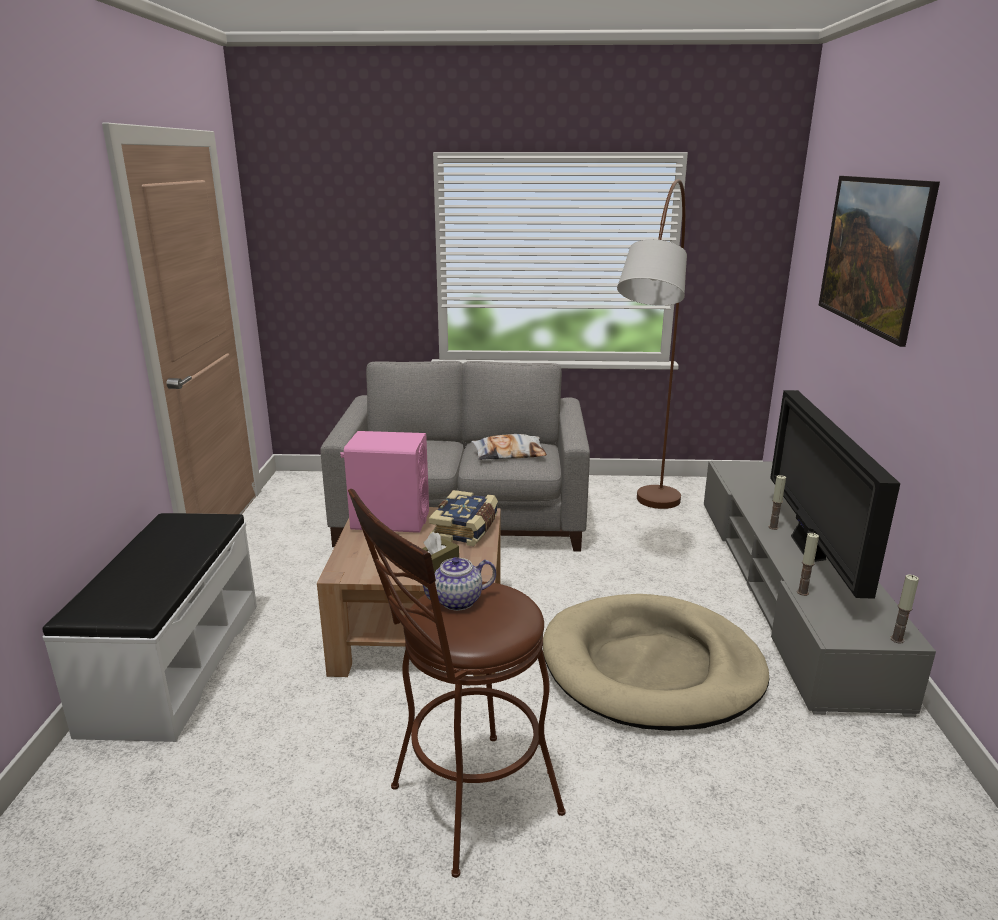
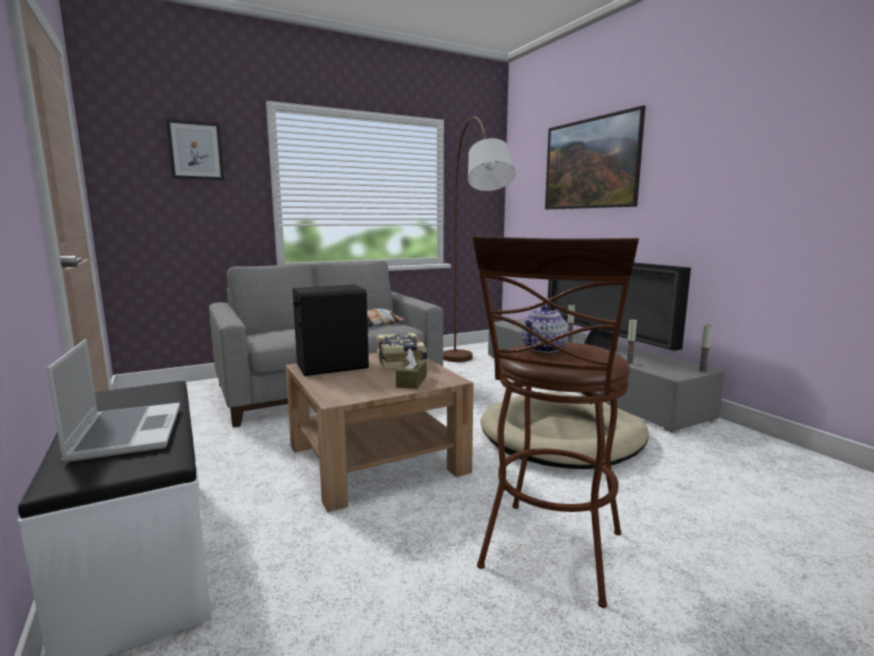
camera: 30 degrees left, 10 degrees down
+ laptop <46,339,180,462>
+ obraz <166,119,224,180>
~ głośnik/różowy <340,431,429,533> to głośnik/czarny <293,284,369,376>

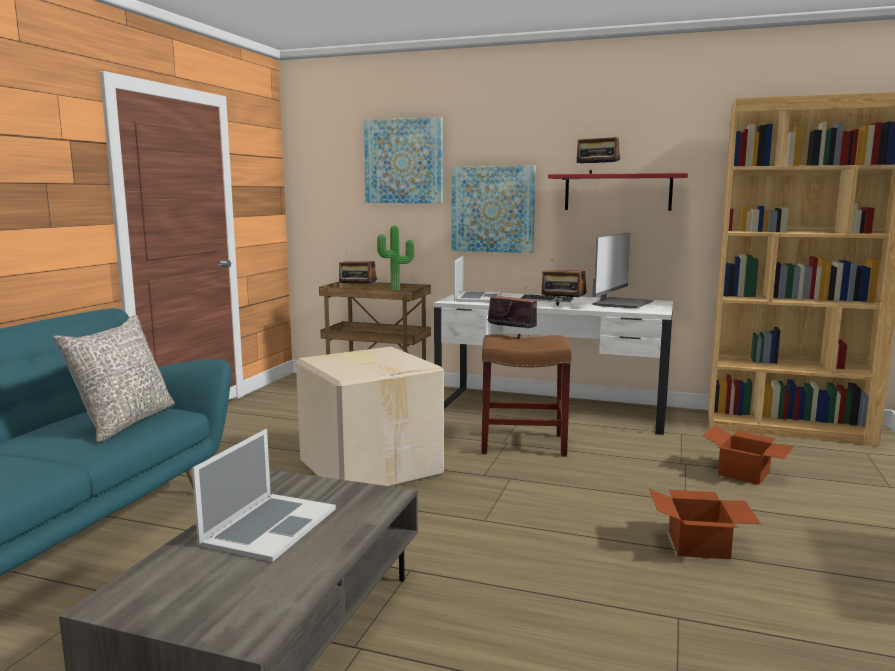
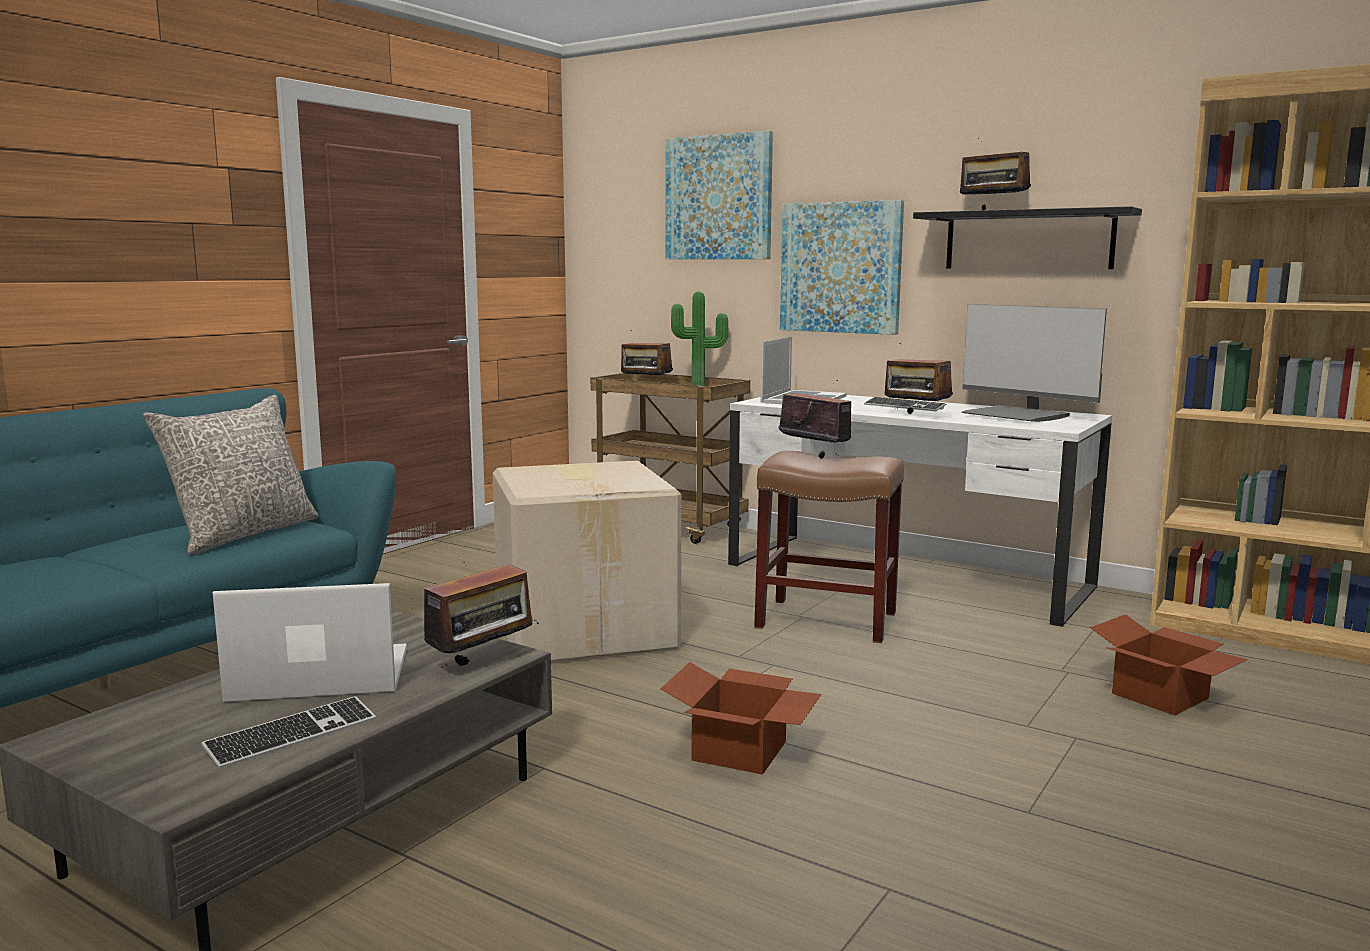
camera: 15 degrees right, 0 degrees up
+ klawiatura <201,696,376,769>
~ laptop <192,429,336,562> = <213,583,407,702> 135 degrees counterclockwise
+ radio <412,562,539,668>
~ karton <649,488,761,559> to <661,662,822,775>
~ półka/czerwony <548,173,688,211> to półka/czarny <913,206,1142,269>
~ monitor <592,233,655,308> = <962,304,1107,422> 90 degrees clockwise

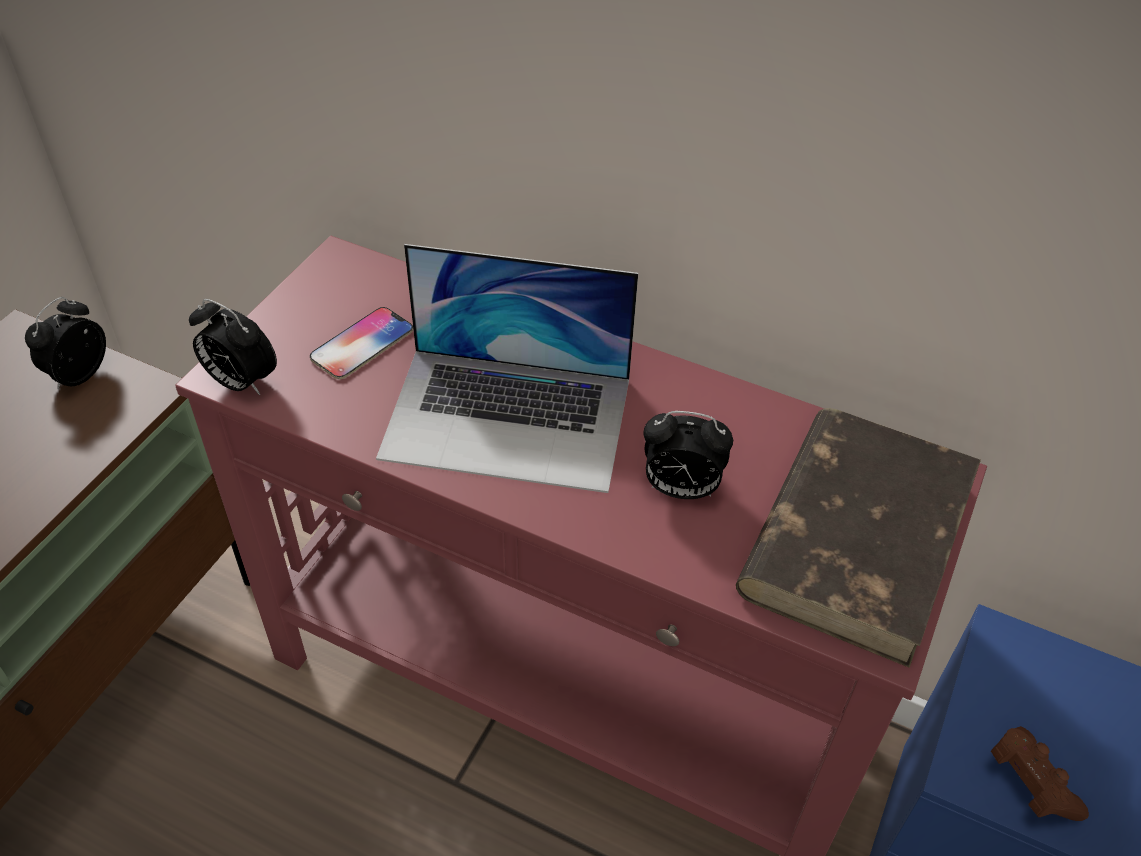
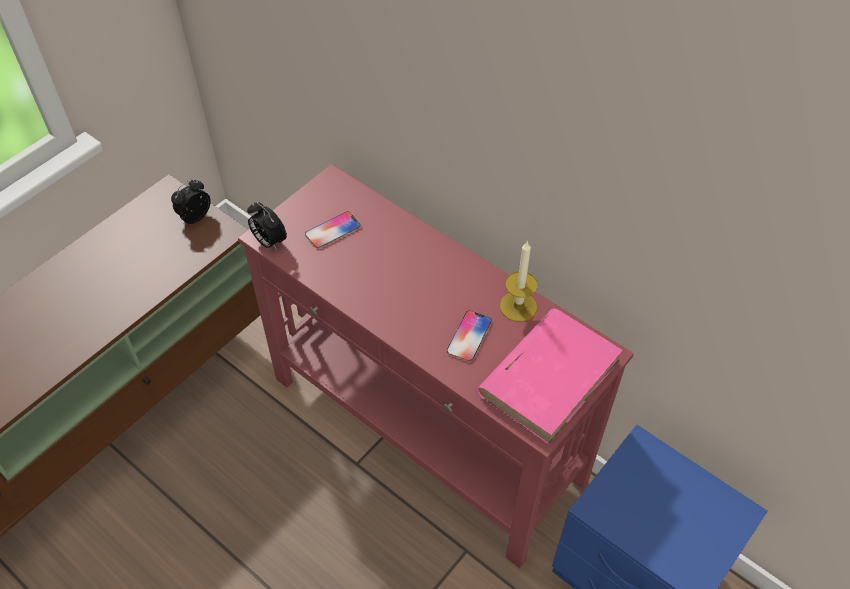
camera: 15 degrees right, 5 degrees up
~ budzik <644,411,733,499> to telefon <447,311,492,362>
~ książka/brązowy <736,408,981,668> to książka/różowy <477,308,623,445>
+ świeca <500,241,538,322>
- laptop <376,244,638,493>
- pad do gier/brązowy <991,726,1089,821>

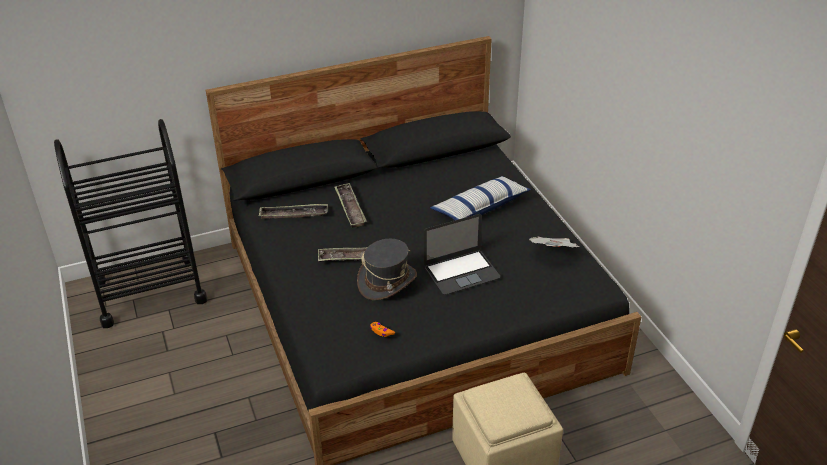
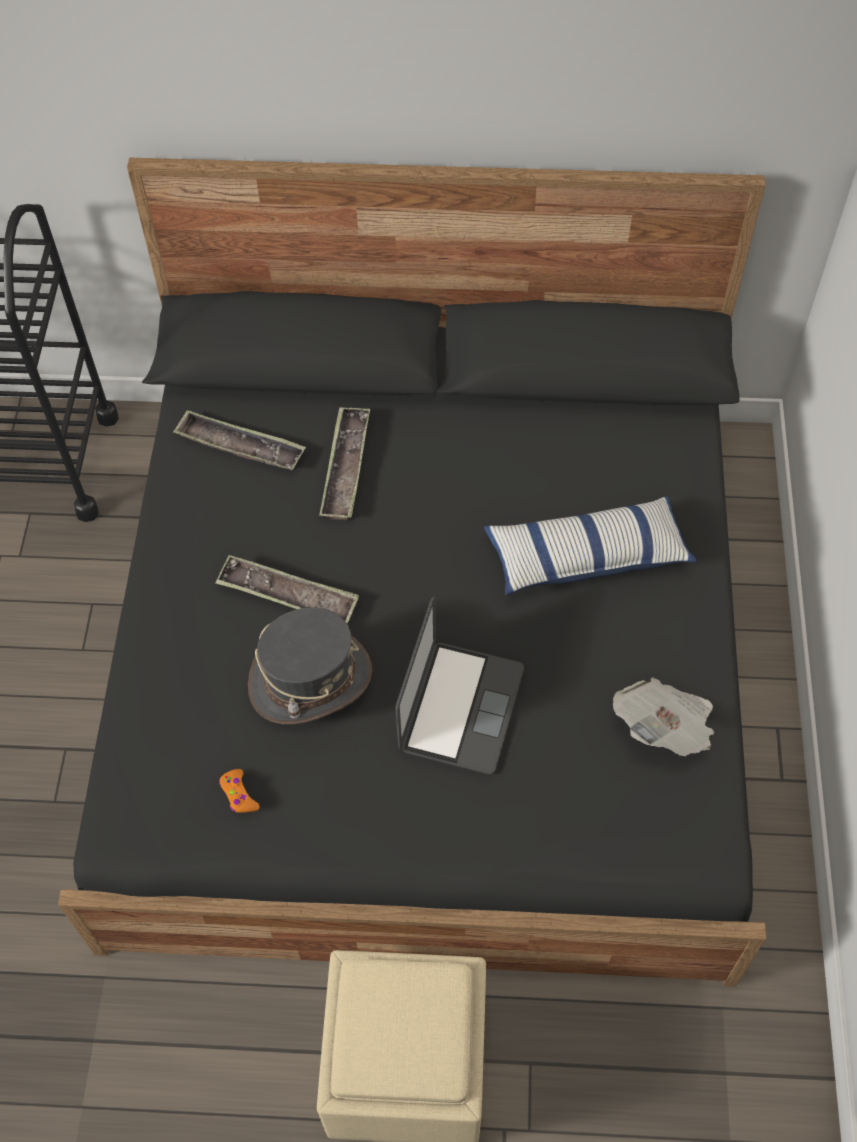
camera: 25 degrees right, 20 degrees up
~ laptop <424,214,501,295> = <395,597,524,774> 75 degrees counterclockwise

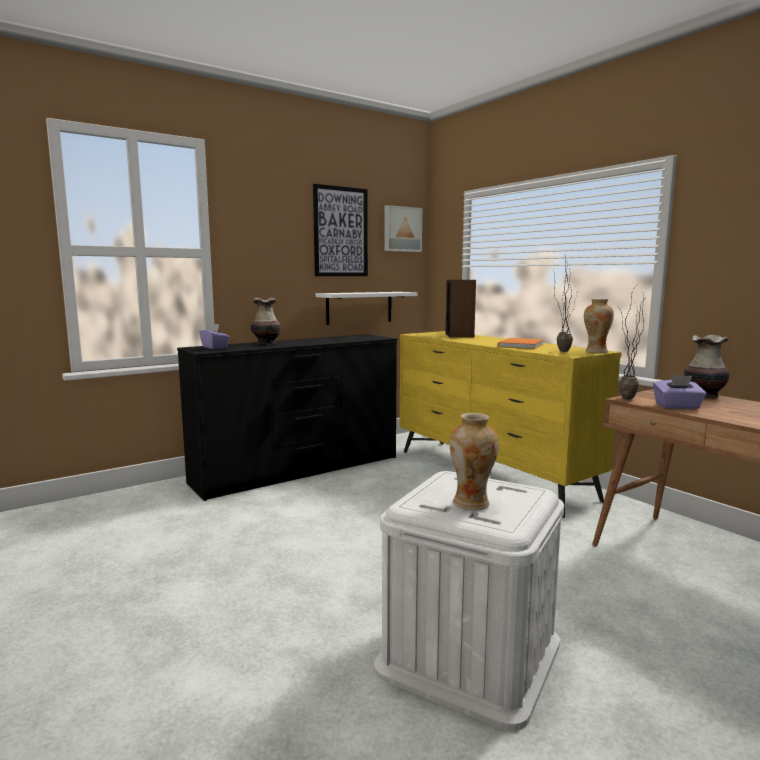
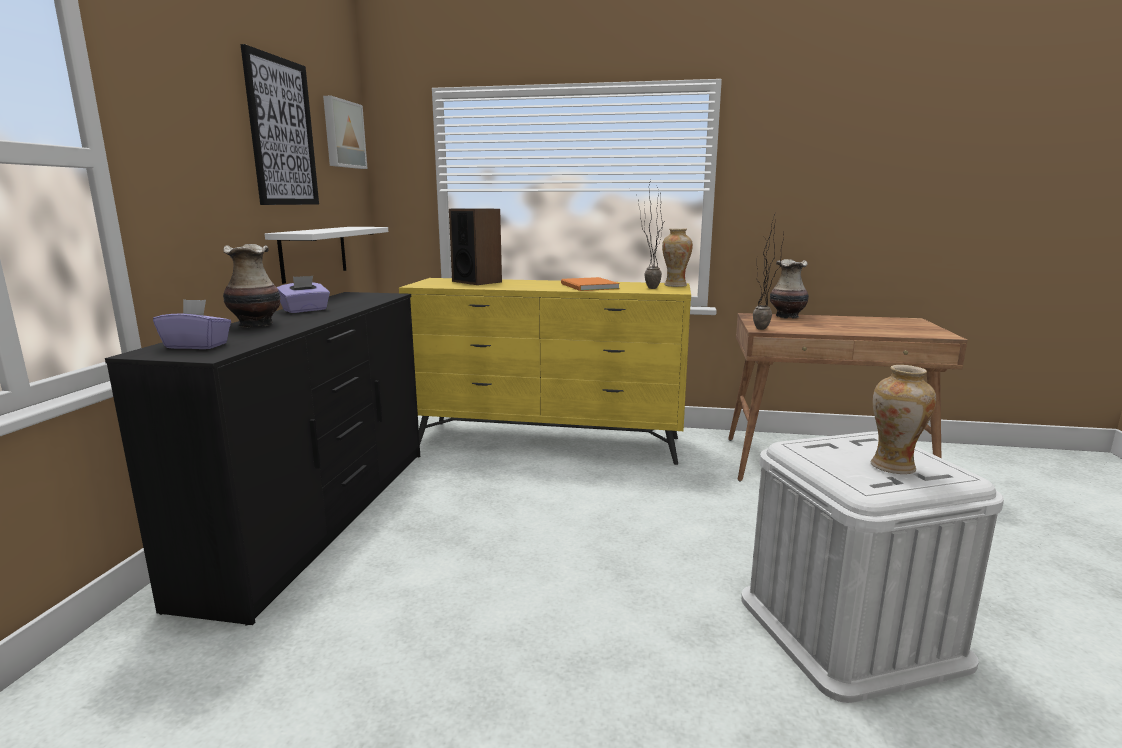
camera: 45 degrees left, 5 degrees up
~ pudełko chusteczek/fioletowy <653,375,706,409> to <277,276,330,313>

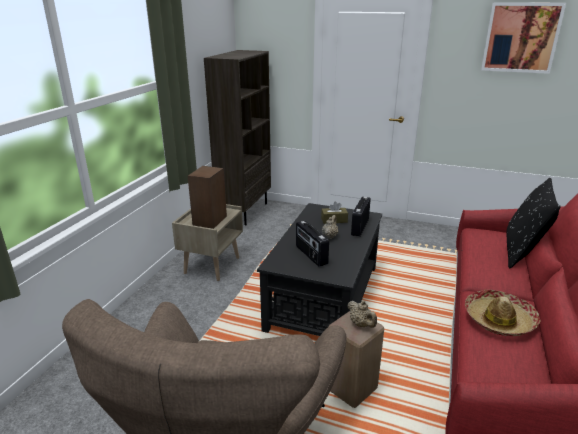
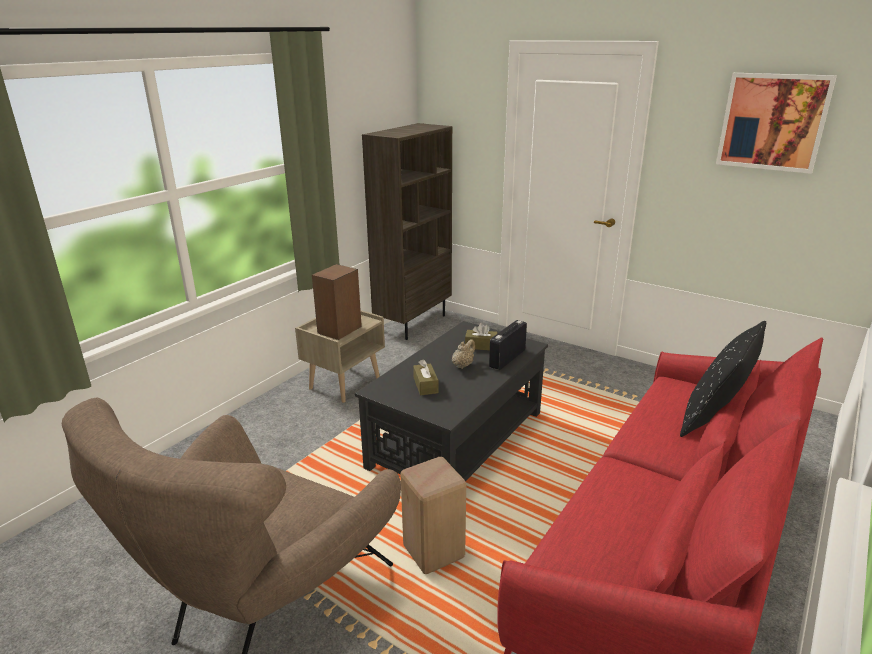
camera: 15 degrees right, 0 degrees up
~ radio <296,221,329,267> to pudełko chusteczek/brązowy <413,359,439,395>
- imbryk/beżowy <347,300,377,328>
- kapelusz <465,290,541,336>

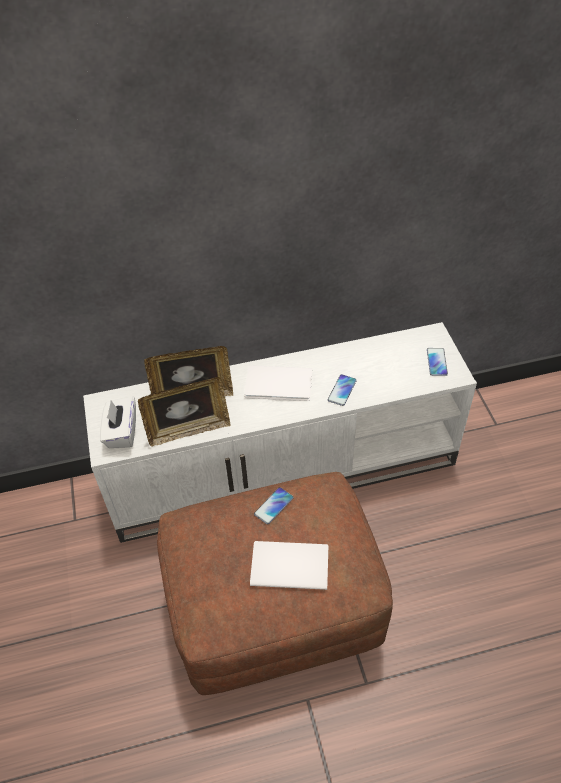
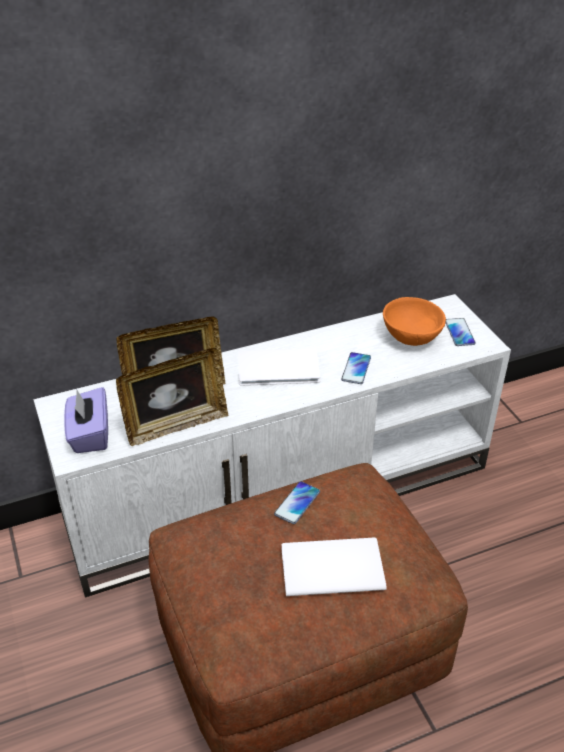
camera: 10 degrees left, 10 degrees down
~ pudełko chusteczek/biały <100,396,136,448> to pudełko chusteczek/fioletowy <64,387,108,453>
+ miska/pomarańczowy <383,297,446,346>

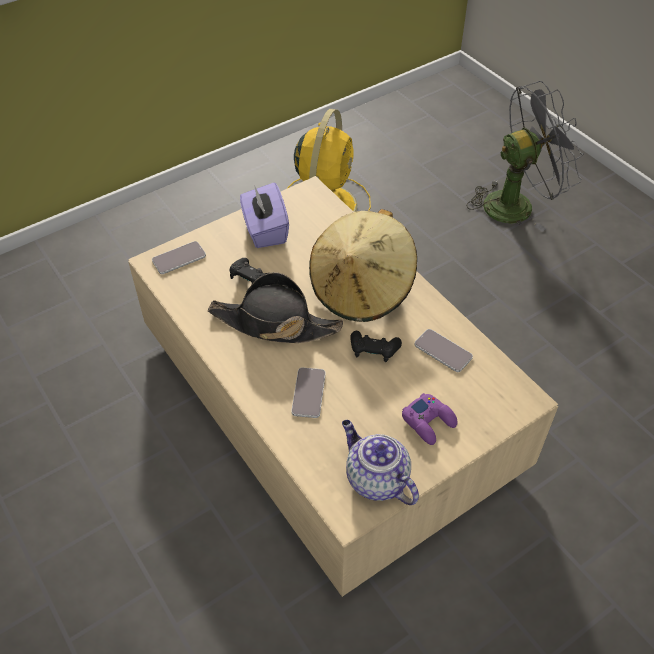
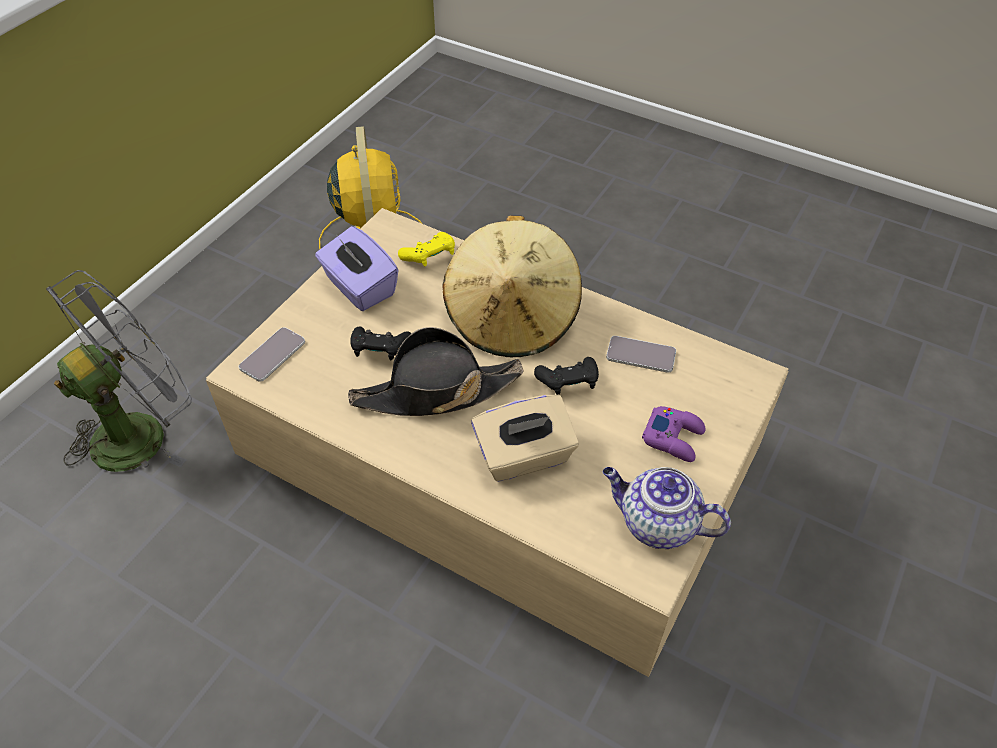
camera: 25 degrees left, 0 degrees up
~ wentylator/szary <466,81,584,232> to <46,270,192,472>
+ pad do gier/żółty <398,232,455,266>
~ telefon <291,367,326,418> to pudełko chusteczek/beżowy <471,395,579,482>

